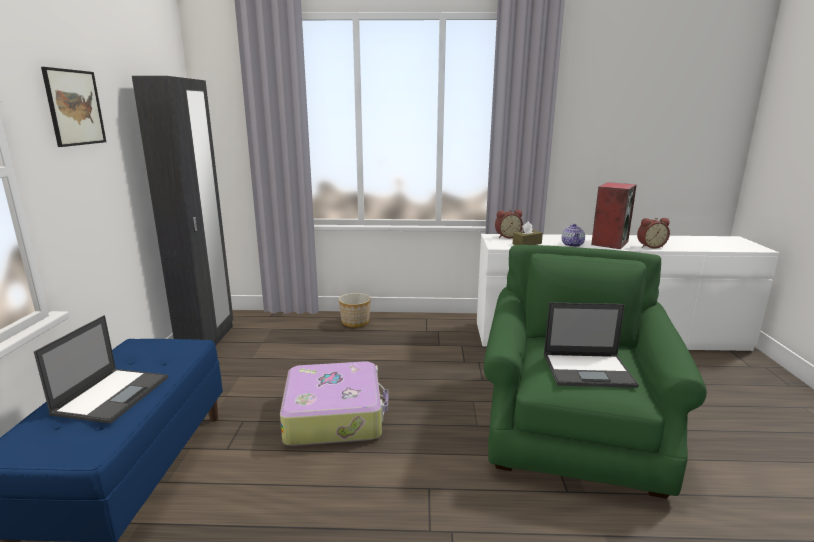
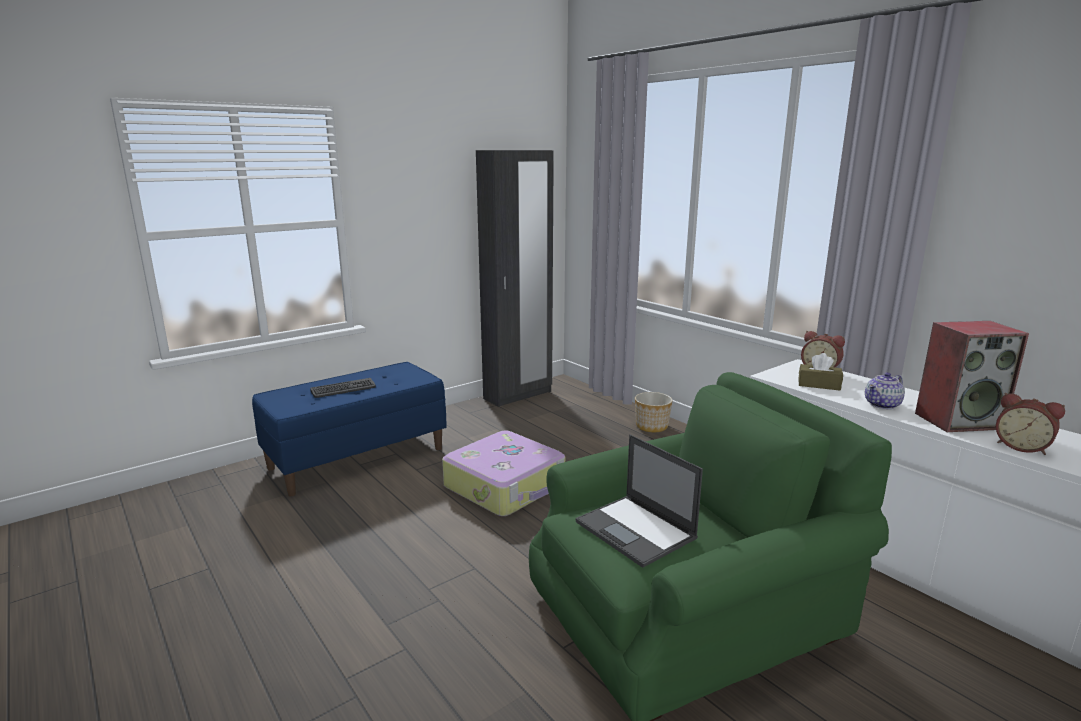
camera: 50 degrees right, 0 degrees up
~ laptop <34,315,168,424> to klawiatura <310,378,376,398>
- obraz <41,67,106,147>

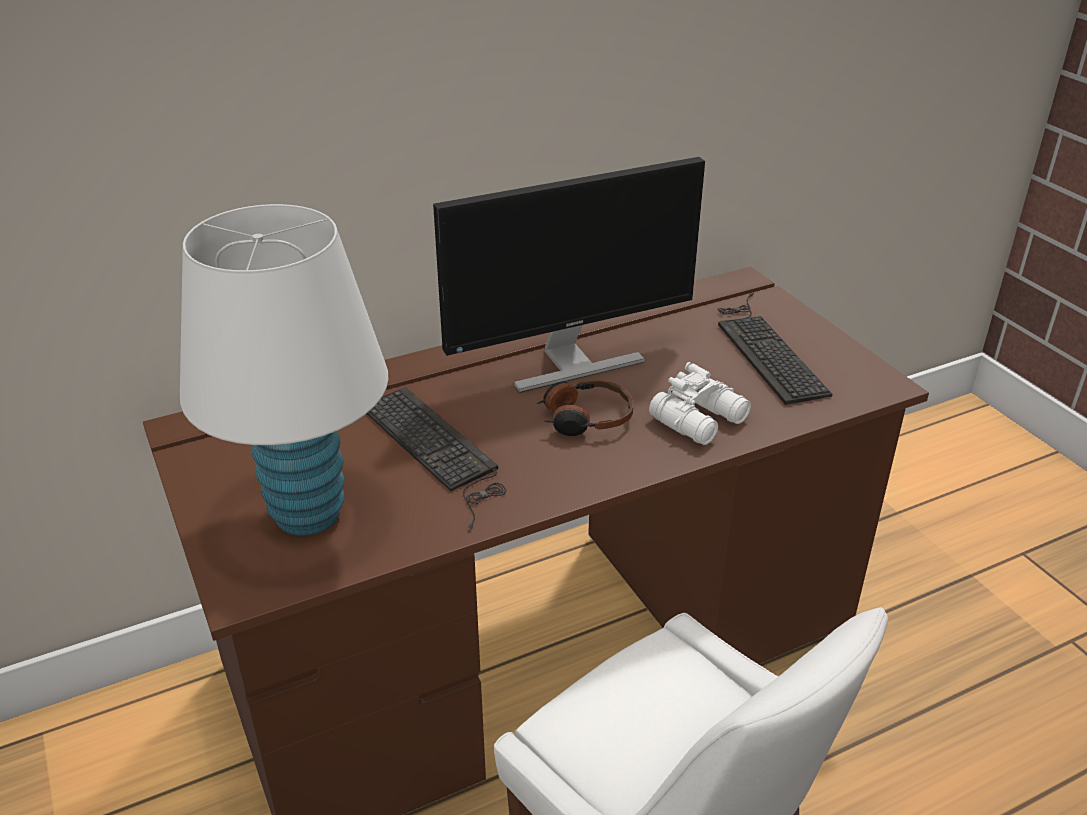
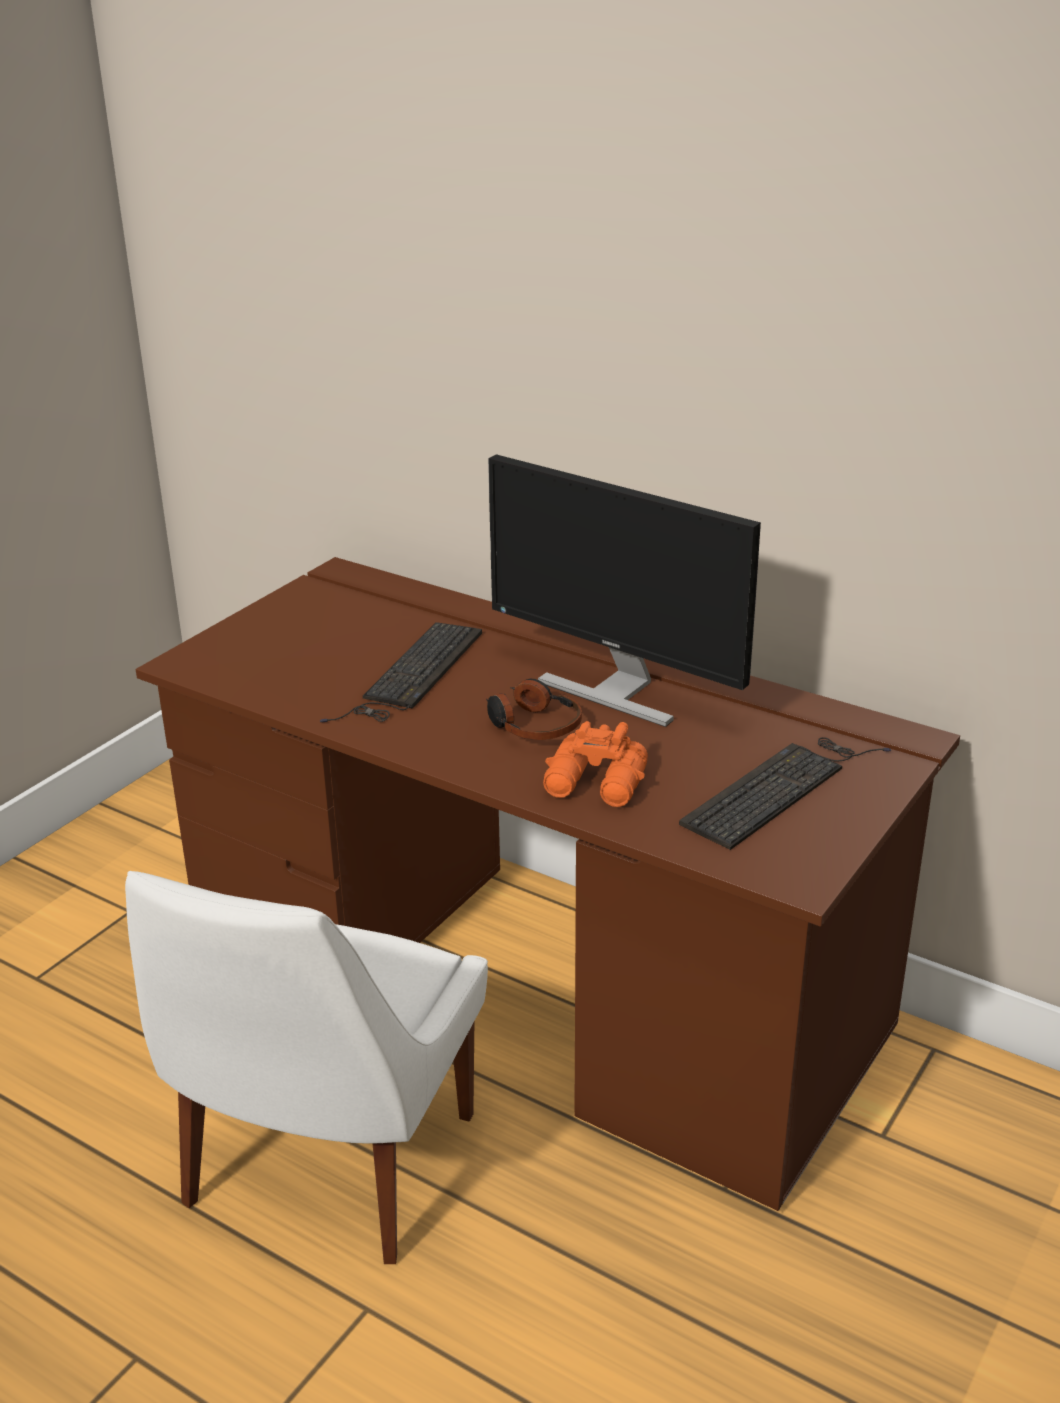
camera: 60 degrees right, 5 degrees down
~ lornetka/biały <649,362,751,445> to lornetka/pomarańczowy <543,721,648,807>
- lampa stołowa/biały <180,204,388,536>

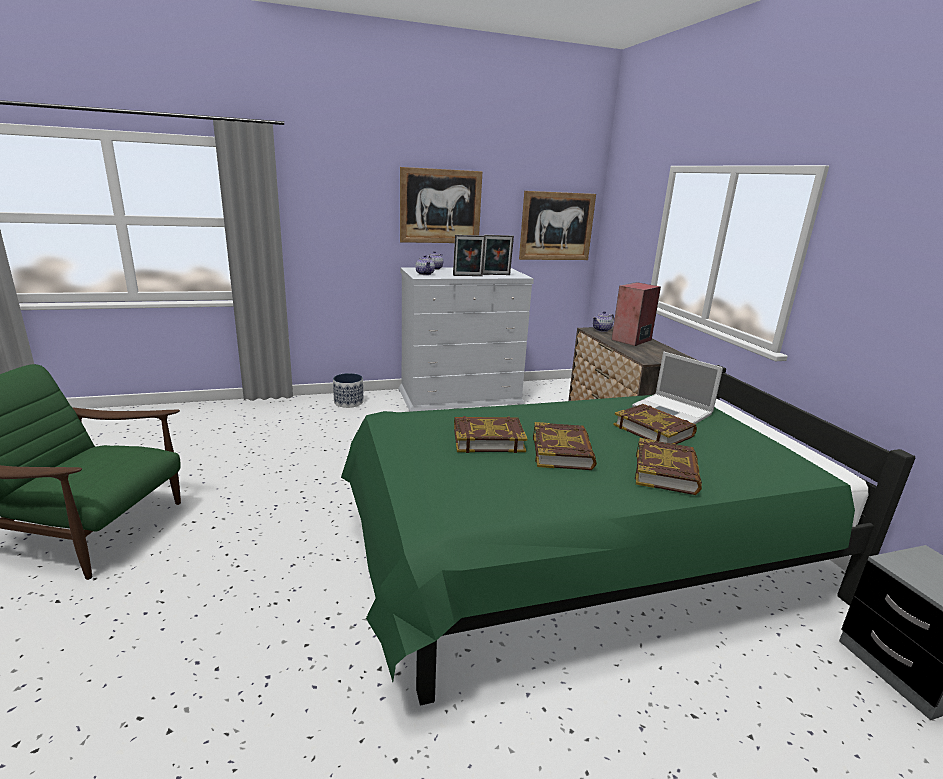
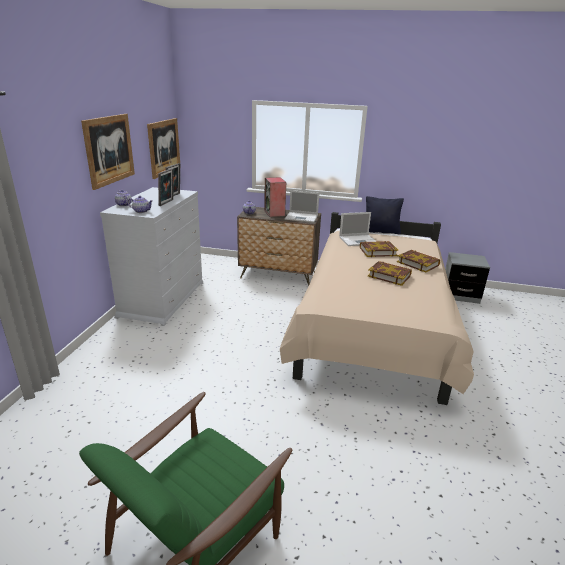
camera: 60 degrees left, 5 degrees up
~ łóżko/zielony <341,365,915,705> to łóżko/beżowy <280,212,474,405>
+ laptop <285,190,319,223>
+ poduszka/czarny <366,196,404,235>
- donica <333,373,363,408>
- książka <454,416,527,453>

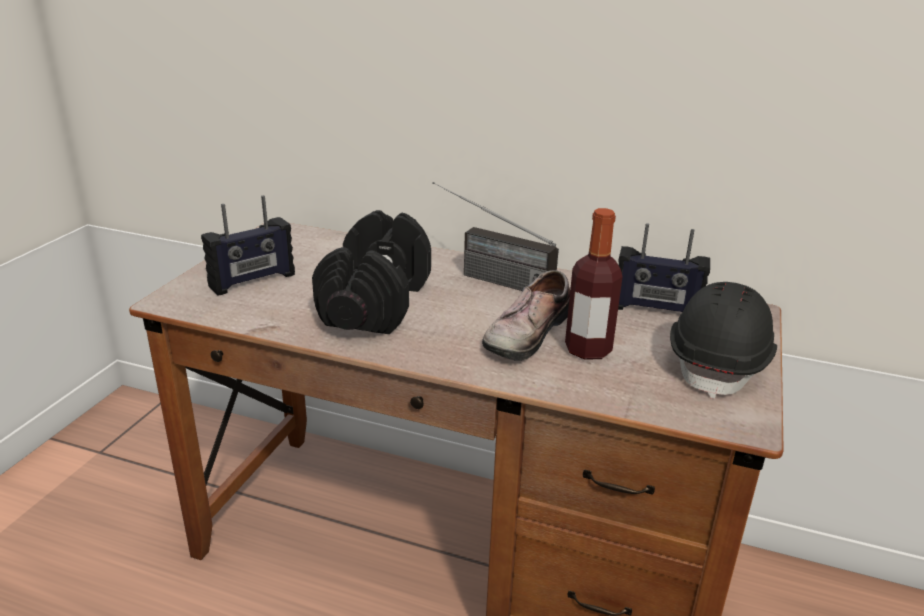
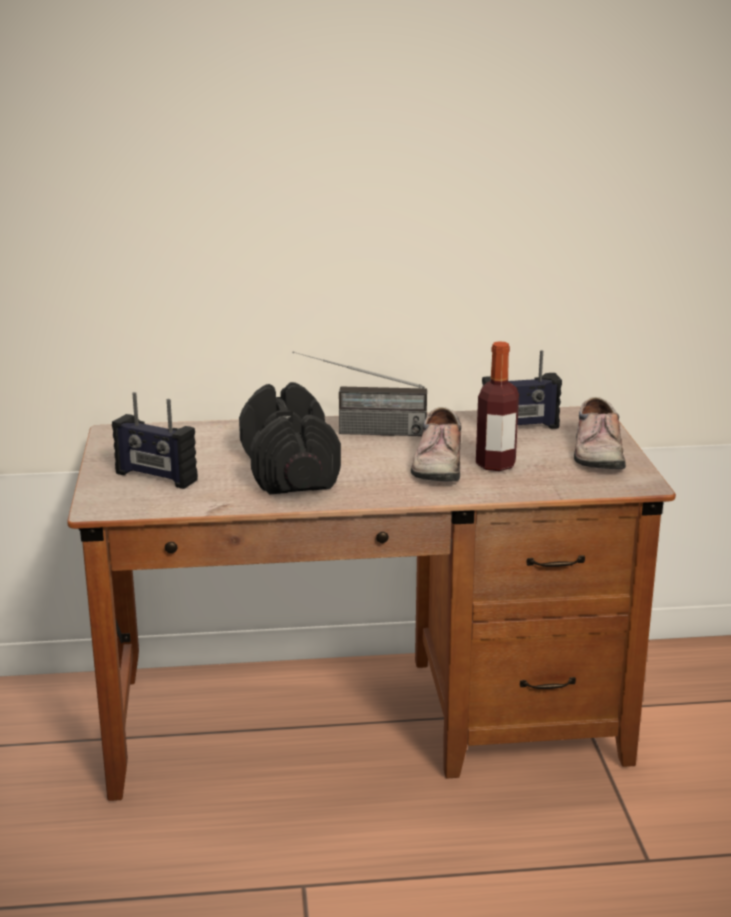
camera: 25 degrees left, 5 degrees down
~ radio <201,196,295,296> = <112,392,198,489> 90 degrees clockwise
~ kask/czarny <670,282,777,399> to but <574,397,626,469>

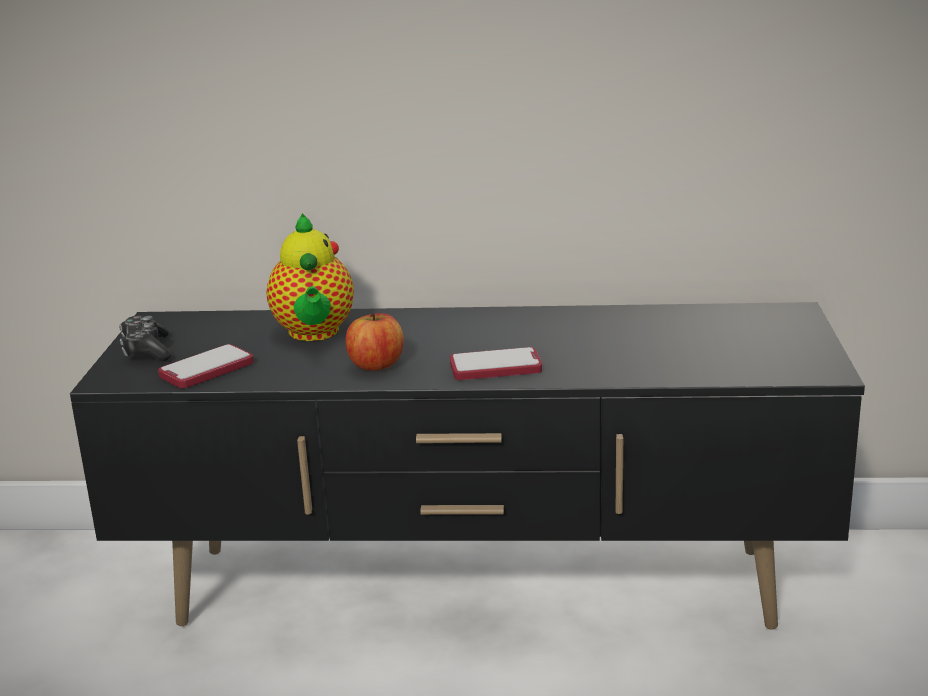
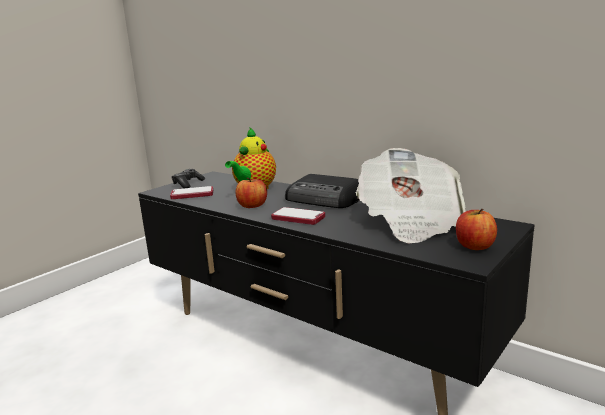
camera: 35 degrees right, 5 degrees down
+ radio <285,174,359,208>
+ gazeta <356,148,466,243>
+ jabłko <456,209,497,250>

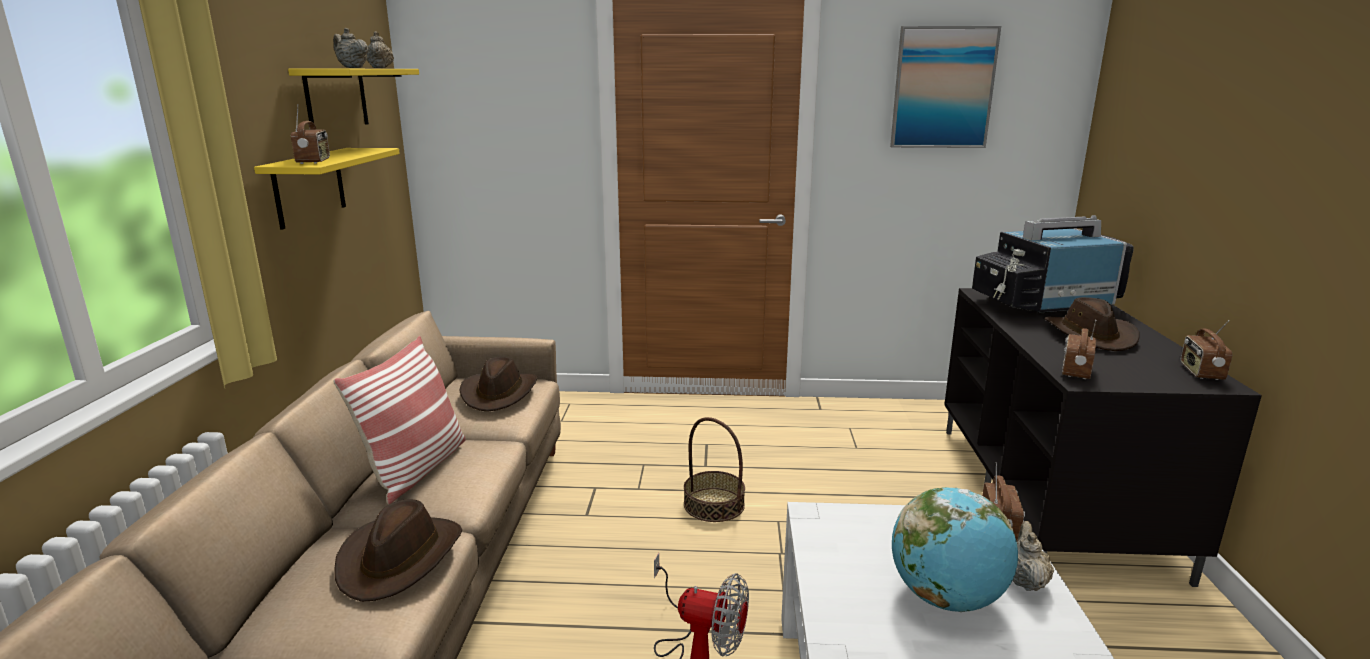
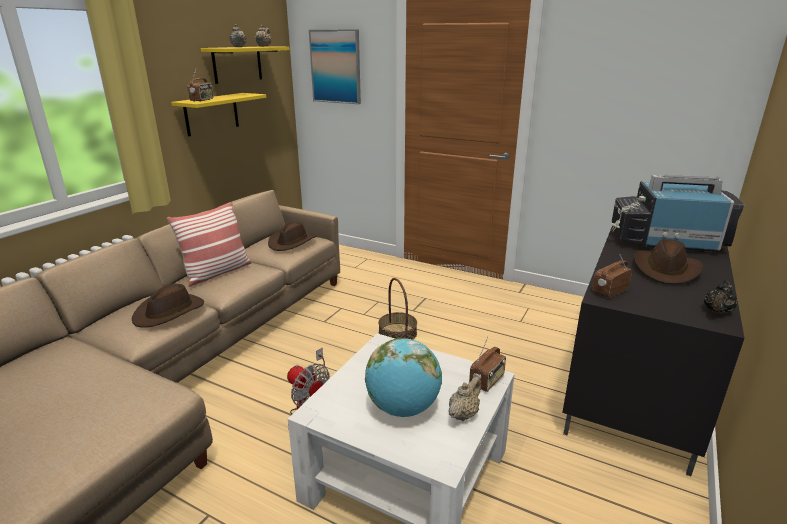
camera: 25 degrees right, 5 degrees up
~ obraz <890,26,1001,148> to <309,29,361,104>
~ radio <1181,320,1232,380> to imbryk/czarny <704,280,737,314>

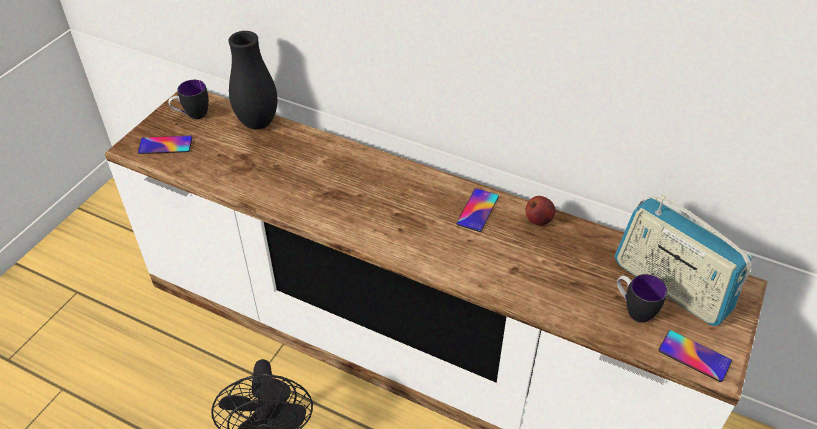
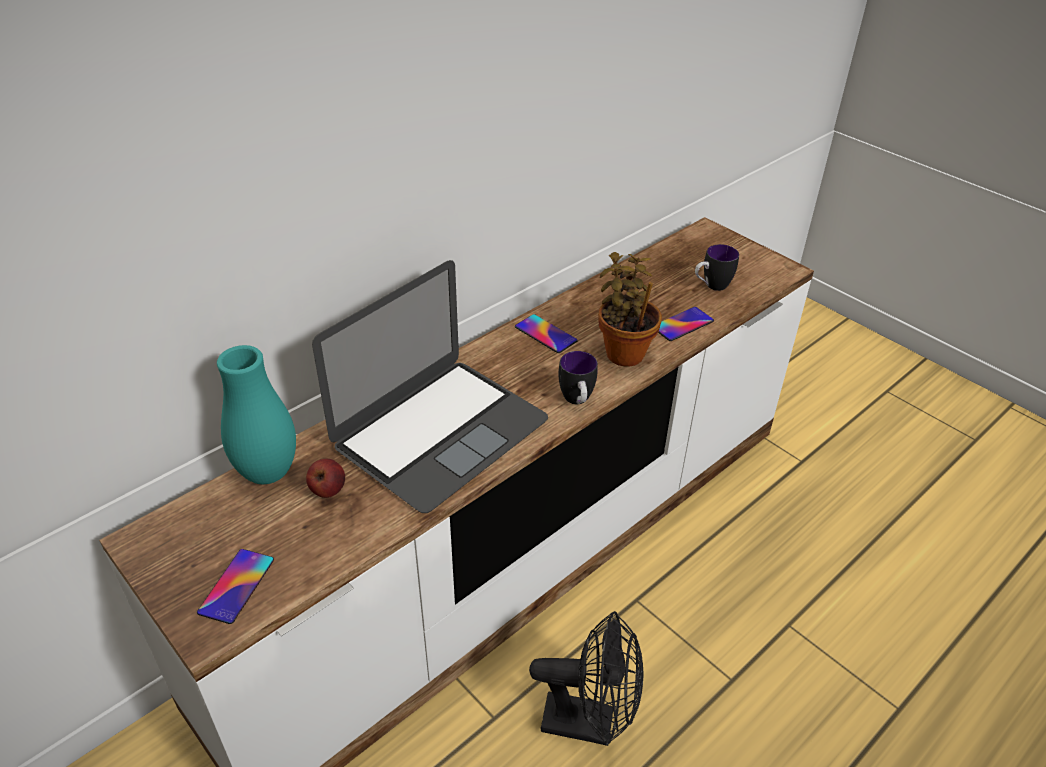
camera: 70 degrees left, 5 degrees down
~ wazon/czarny <228,31,277,130> to wazon/turkusowy <217,345,296,484>
~ jabłko <525,196,555,225> to <306,459,345,498>
+ laptop <312,260,548,513>
~ kubek <168,80,209,119> to <559,351,598,404>
+ roślina doniczkowa <598,252,662,367>
~ telefon <659,330,732,382> to <658,307,714,341>
- radio <615,196,752,326>

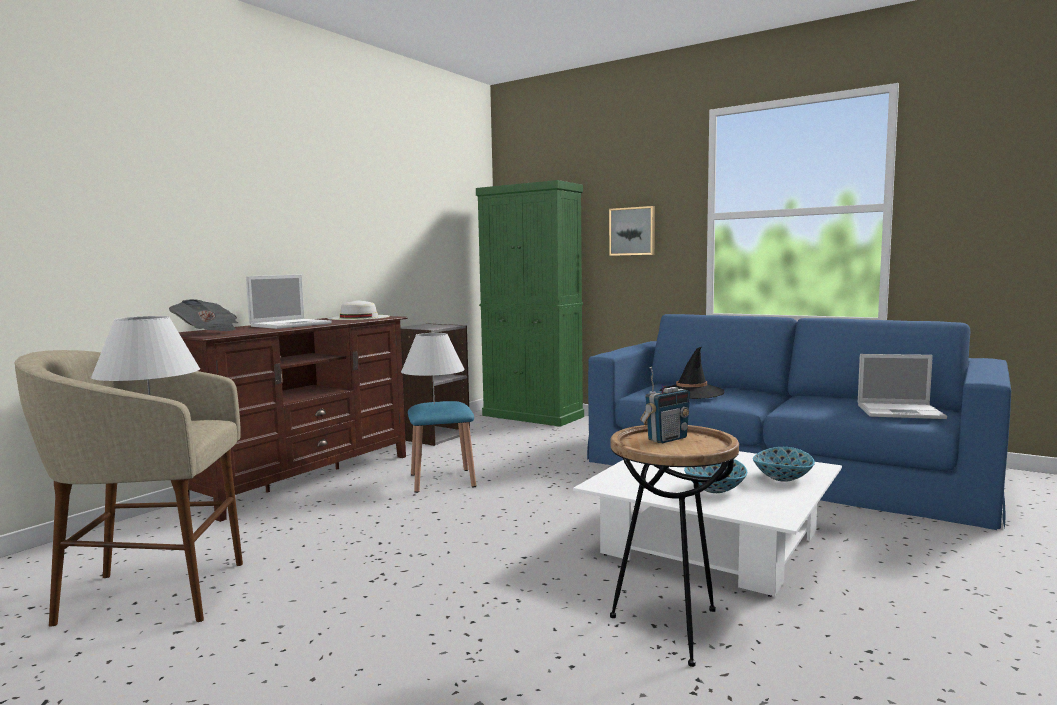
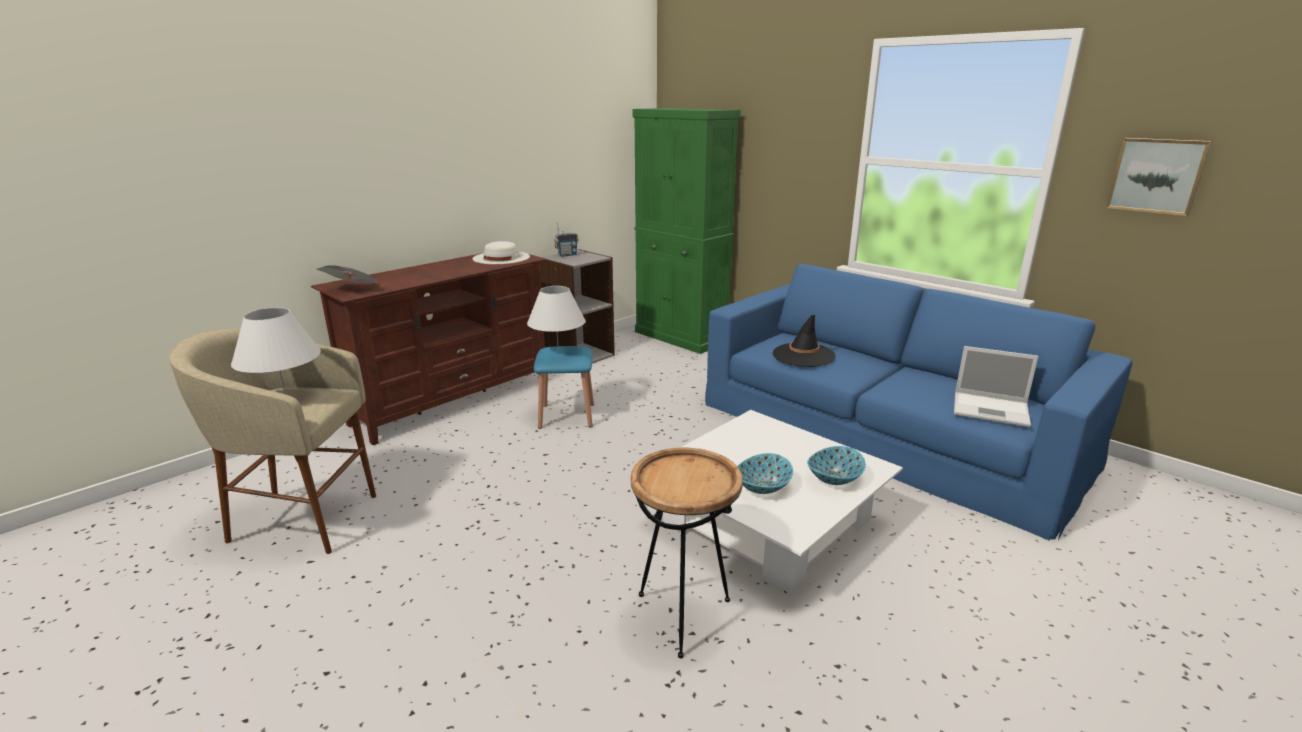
camera: 10 degrees right, 15 degrees up
~ radio <640,367,690,443> to <554,224,579,257>
~ obraz <609,206,655,256> to <1106,138,1212,216>
- laptop <246,274,331,329>

